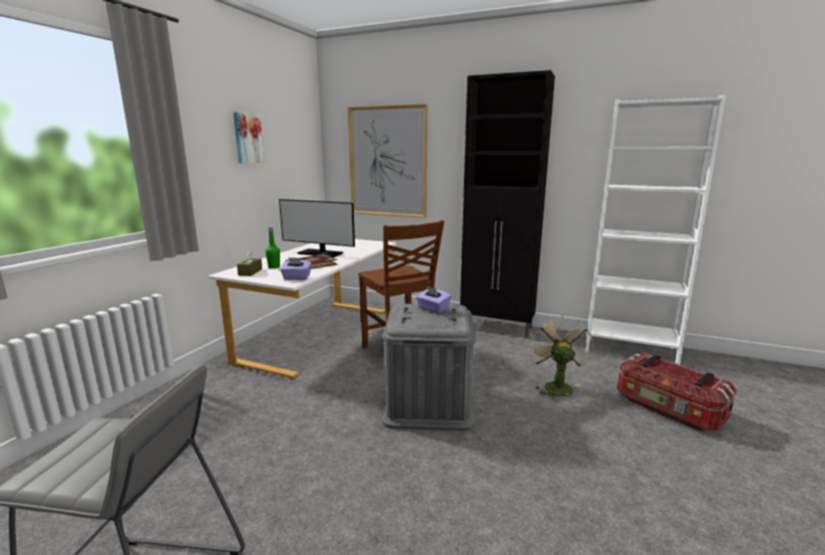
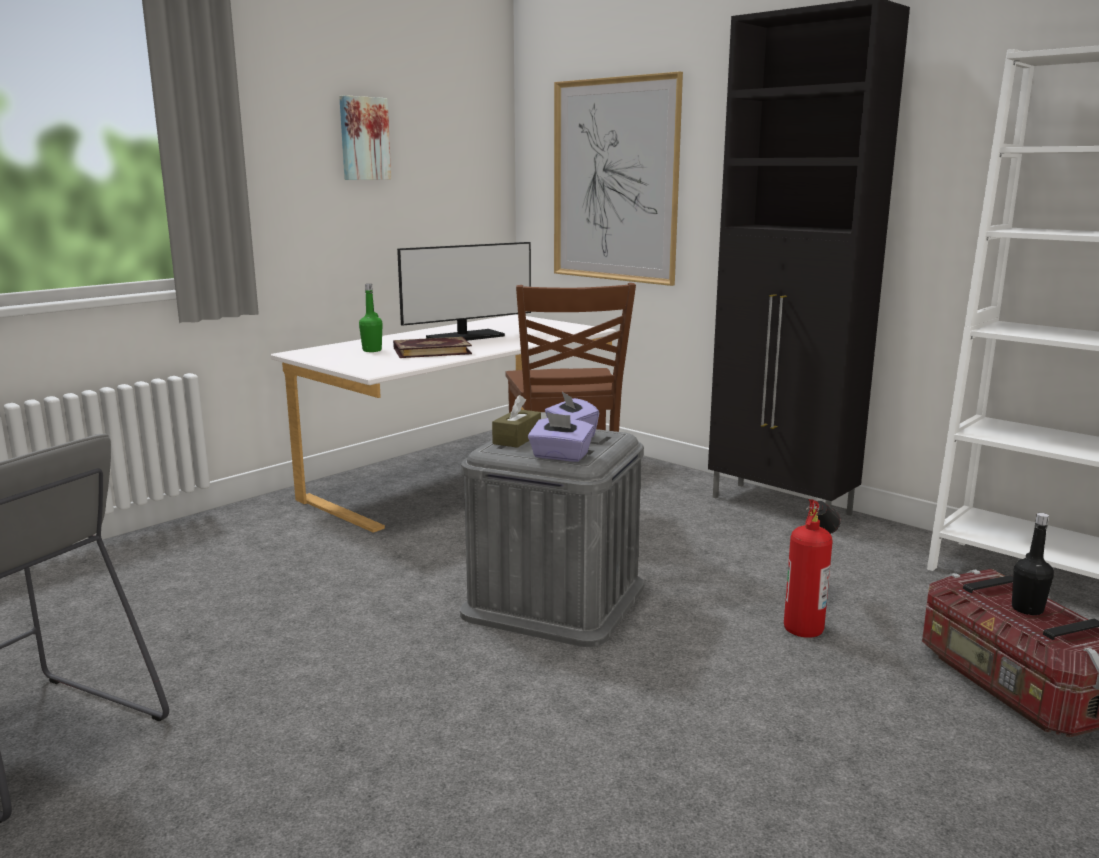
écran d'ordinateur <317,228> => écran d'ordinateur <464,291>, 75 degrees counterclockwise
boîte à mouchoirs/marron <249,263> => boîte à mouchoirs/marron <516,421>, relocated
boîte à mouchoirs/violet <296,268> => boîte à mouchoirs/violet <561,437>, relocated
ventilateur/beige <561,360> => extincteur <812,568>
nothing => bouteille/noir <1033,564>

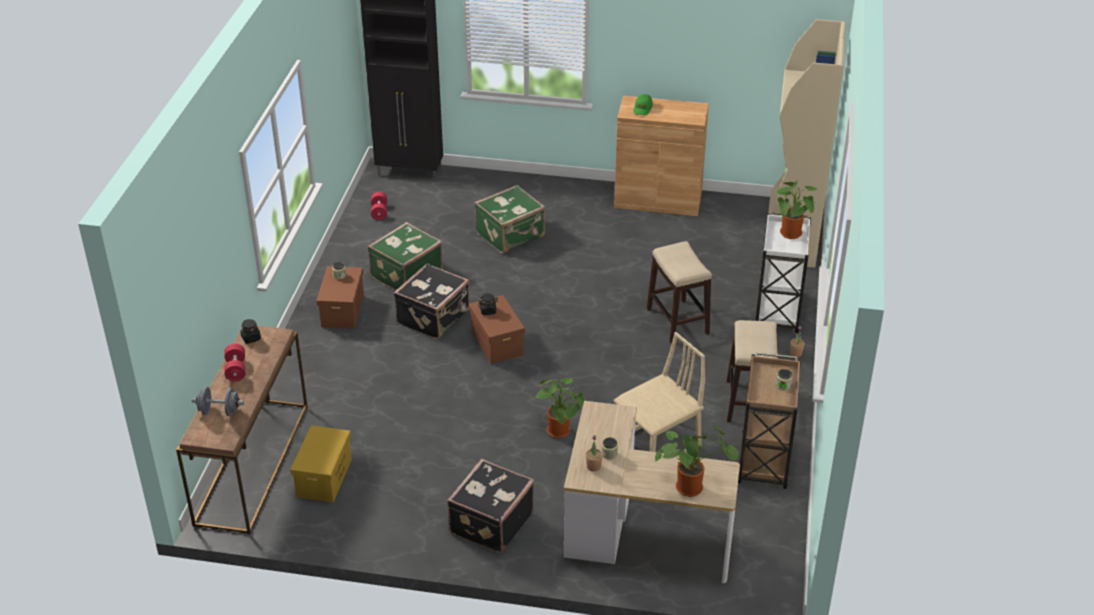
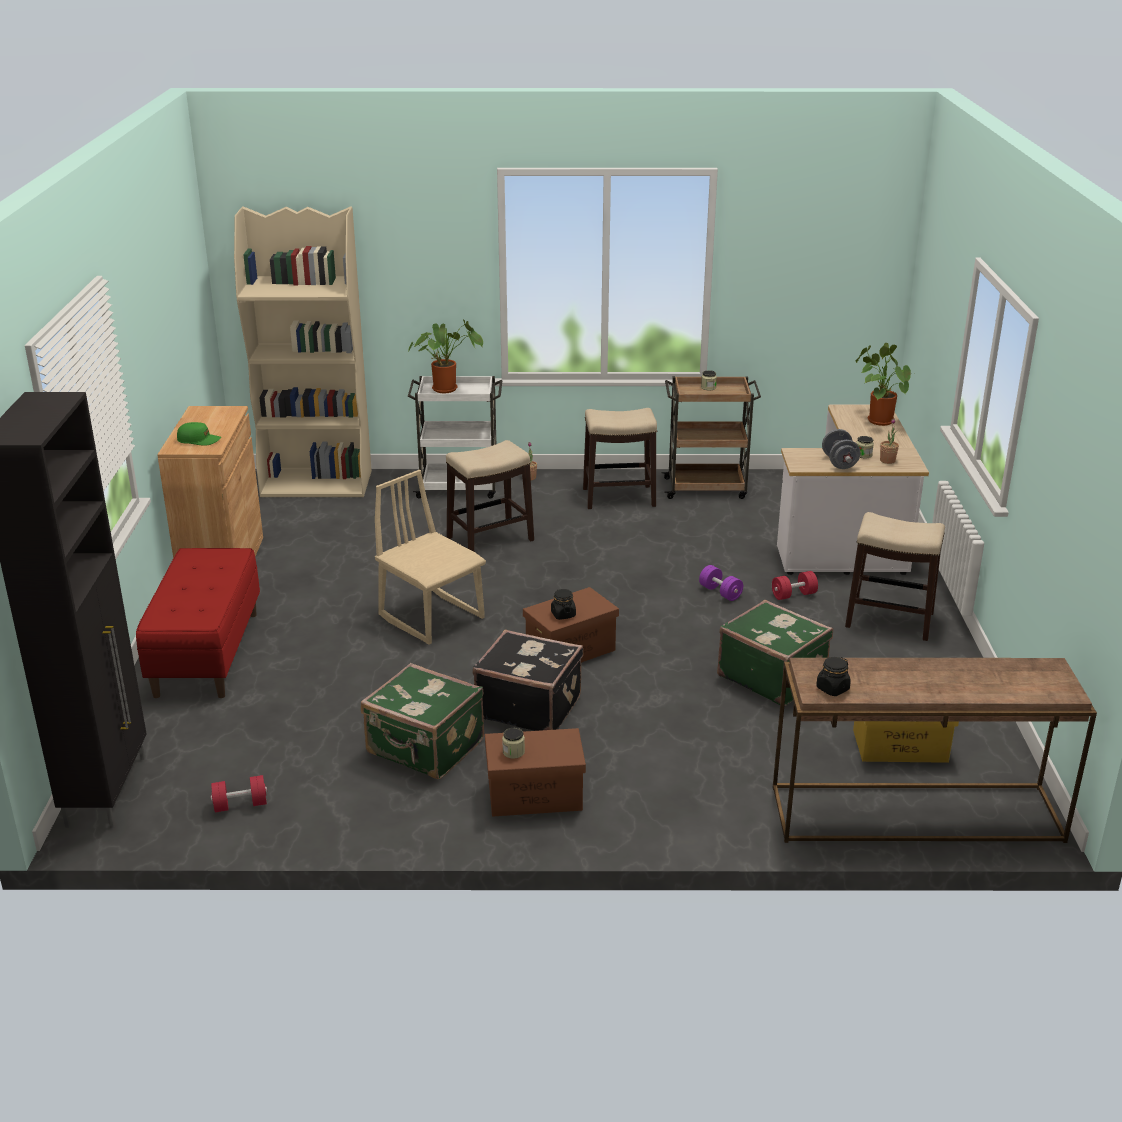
nothing => banc/rouge <198,623>
chaise/beige <659,393> => chaise/beige <430,557>, relocated
plante en pot <560,408> => haltère/violet <721,583>
valise/vert <509,219> => valise/vert <775,653>, relocated
haltère/rouge <234,362> => haltère/rouge <795,585>, relocated
haltère/gris <218,401> => haltère/gris <841,449>, relocated
valise/noir <490,506> => tabouret <895,576>

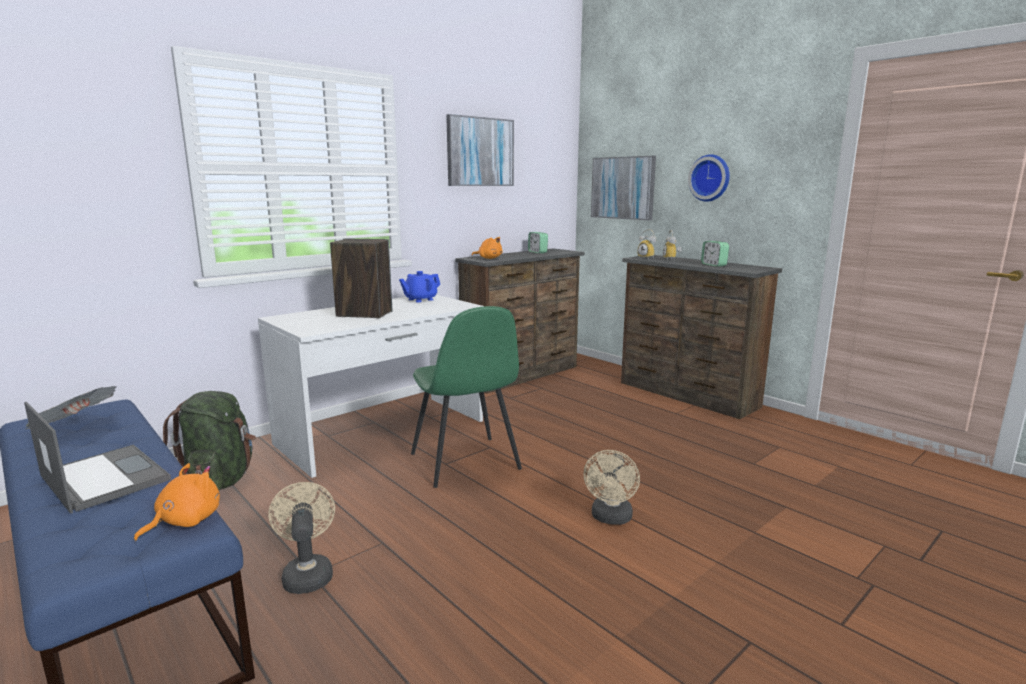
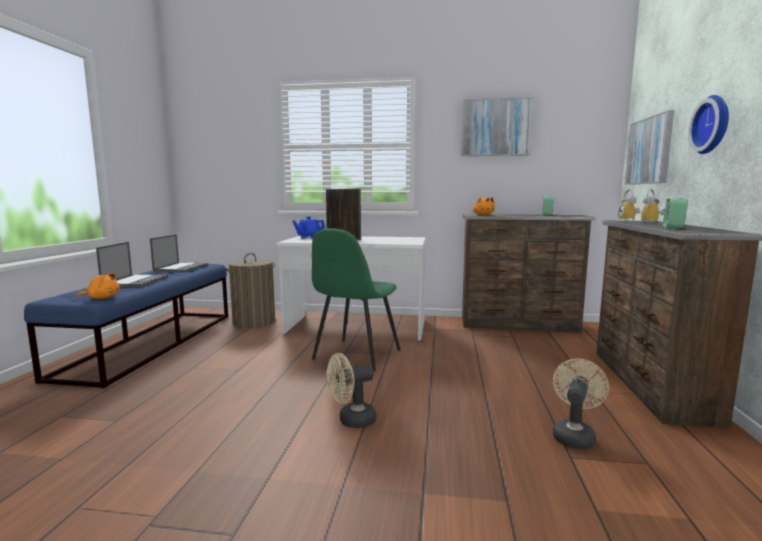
journal <71,407> => ordinateur portable <179,253>
sac à dos/vert <209,441> => panier à linge <250,290>
théière/bleu <419,286> => théière/bleu <309,227>, relocated
ventilateur/beige <301,538> => ventilateur/beige <581,404>, relocated

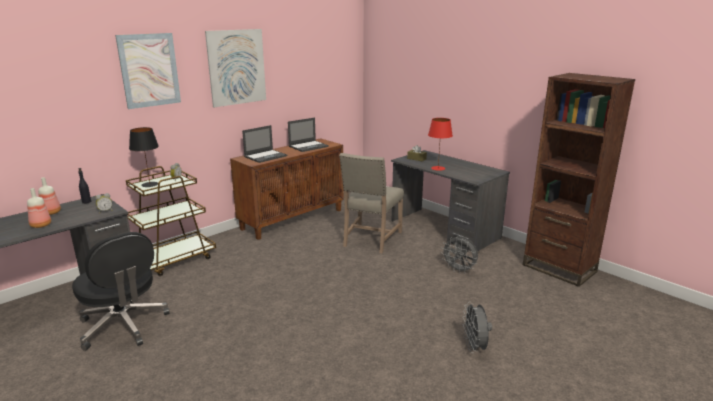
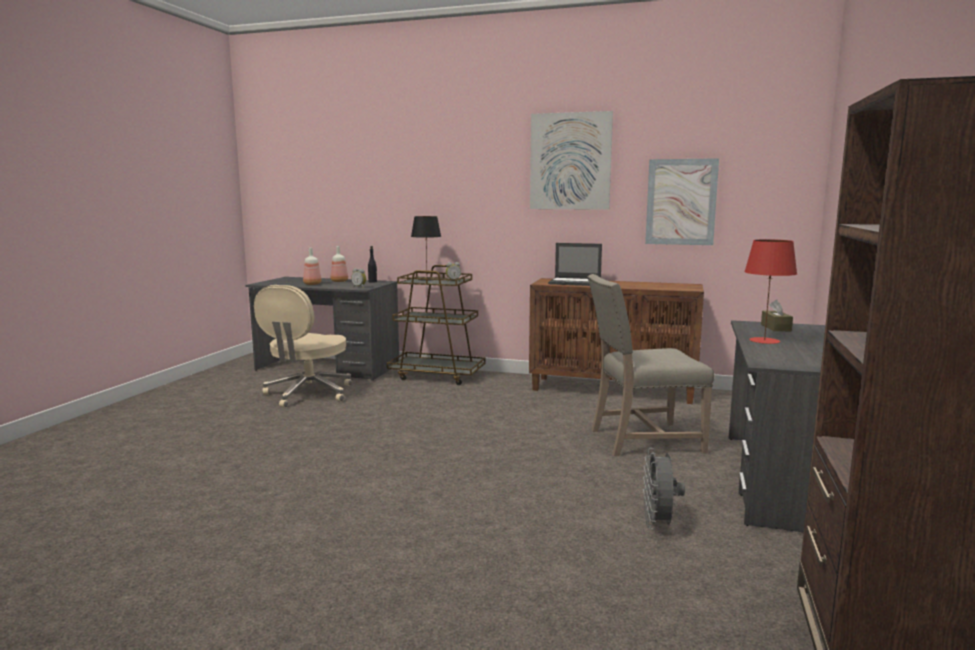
chaise de bureau/noir <121,291> => chaise de bureau/beige <303,346>
tableau <148,71> => tableau <682,201>, relocated
ordinateur portable <308,135> => nothing
ventilateur/gris <477,327> => nothing

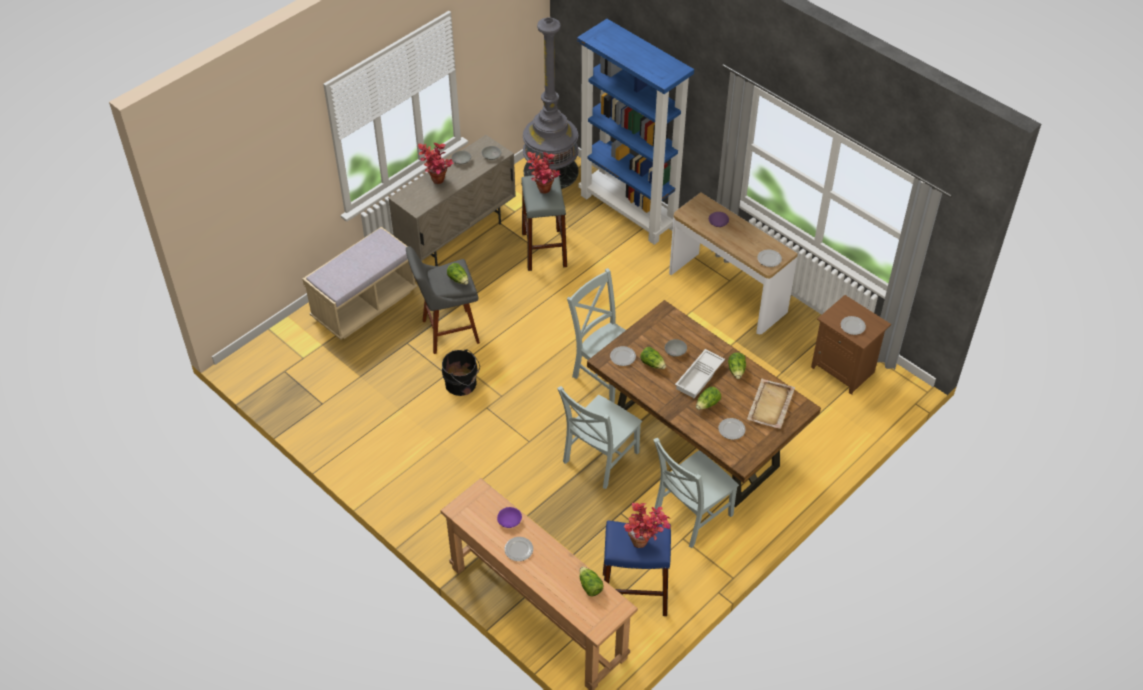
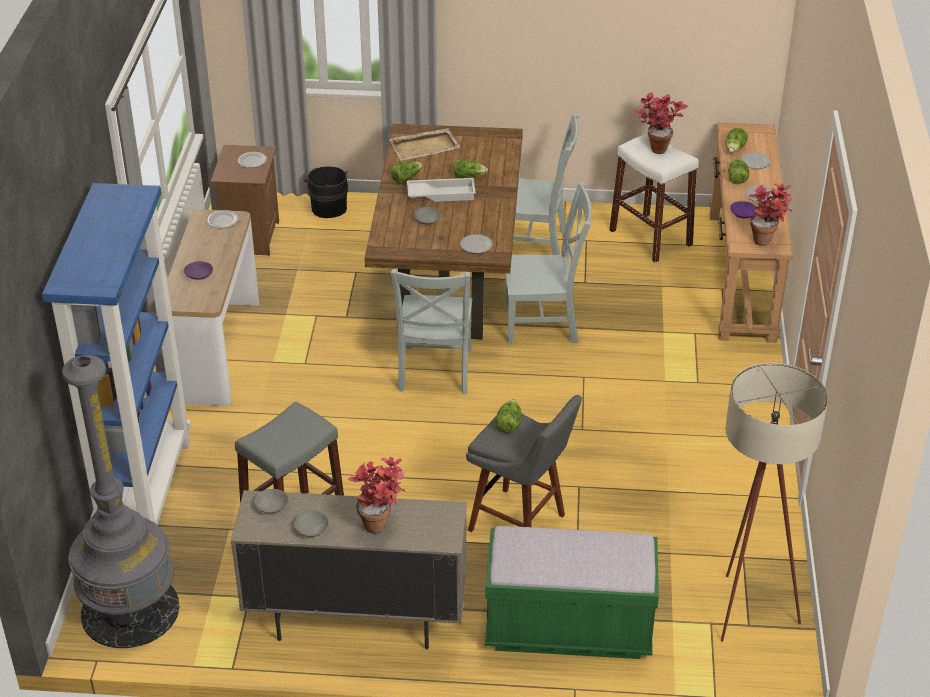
seau/noir <461,372> => seau/noir <326,192>, relocated
banc/beige <360,283> => banc/vert <572,592>
tabouret/bleu <637,568> => tabouret/blanc <654,198>
nothing => lampadaire/beige <774,502>
laitue <653,358> => laitue <738,171>, relocated
assiette <732,429> => assiette <756,160>, relocated
plante en pot <544,173> => plante en pot <770,214>, relocated

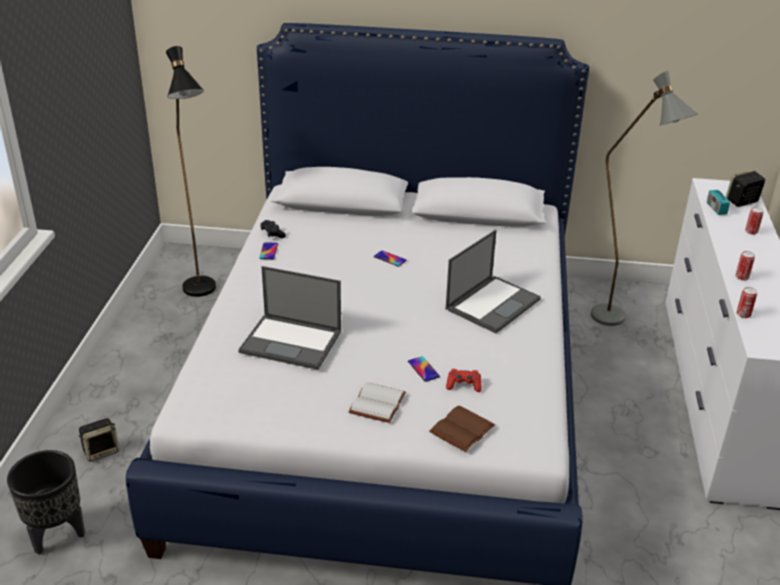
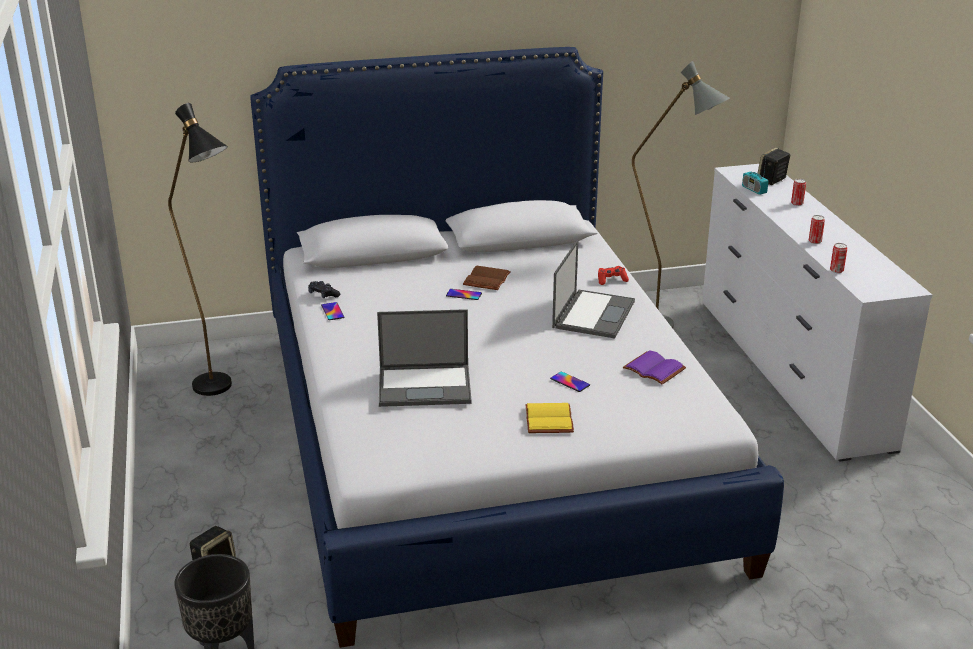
livre/marron <462,429> => livre/marron <487,278>, relocated
livre/blanc <377,402> => livre/jaune <549,418>
manette/rouge <464,380> => manette/rouge <613,275>, relocated
nothing => livre/violet <654,367>

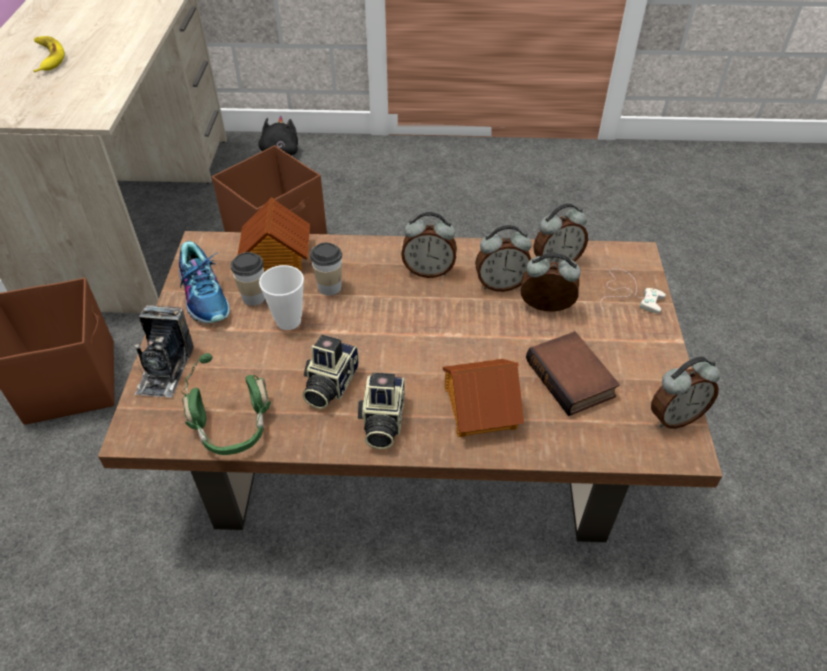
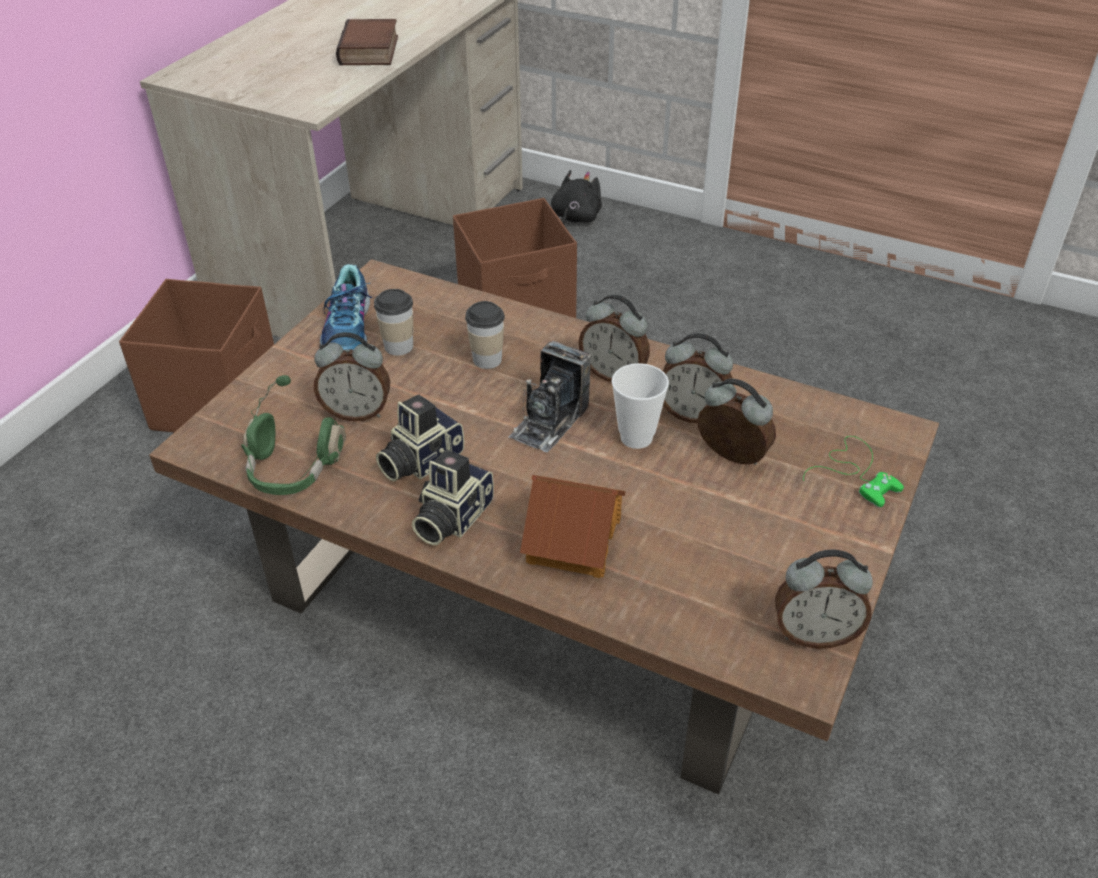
réveil <560,233> => réveil <352,377>, relocated
livre <573,373> => livre <367,42>, relocated
appareil photo <164,351> => appareil photo <549,396>, relocated
tasse <281,297> => tasse <640,406>, relocated
manette/blanc <633,290> => manette/vert <853,471>
banane <48,54> => nothing
maison miniature <274,234> => nothing

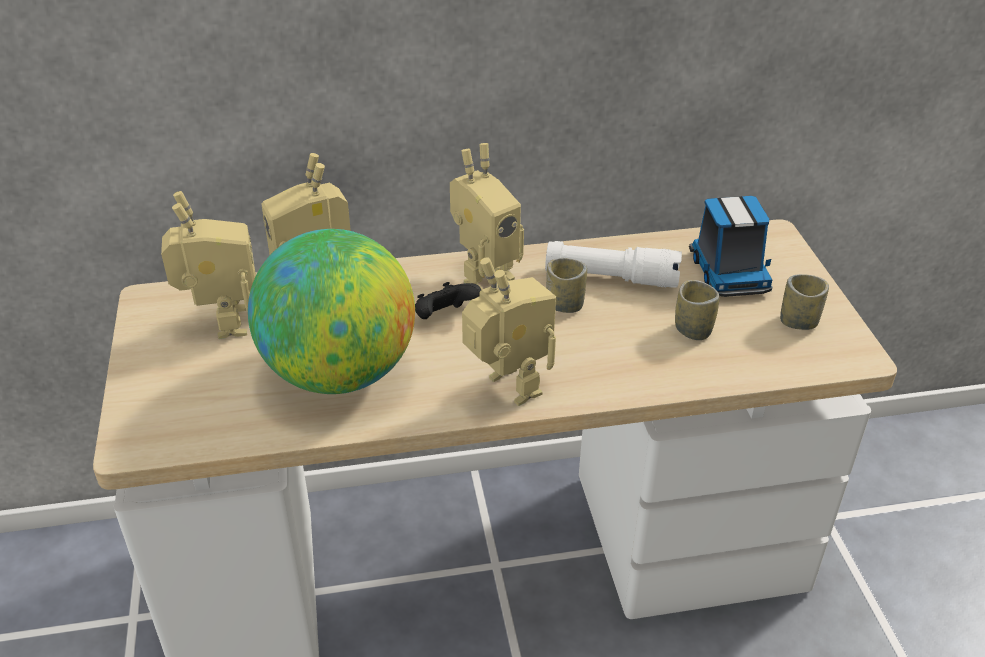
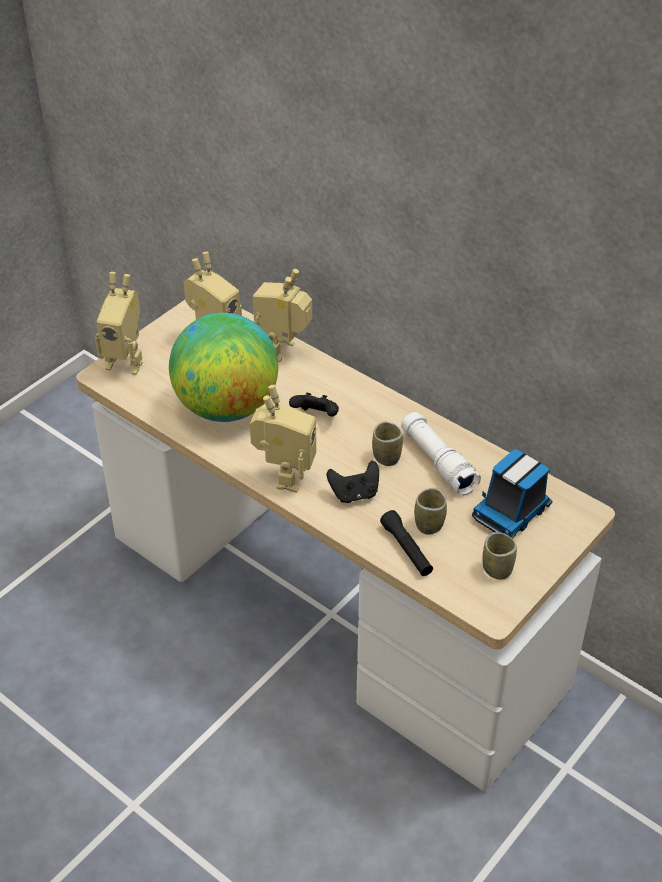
robot jouet <487,216> => robot jouet <119,323>, relocated
nothing => manette/noir <353,482>
nothing => lampe de poche/noir <406,543>

